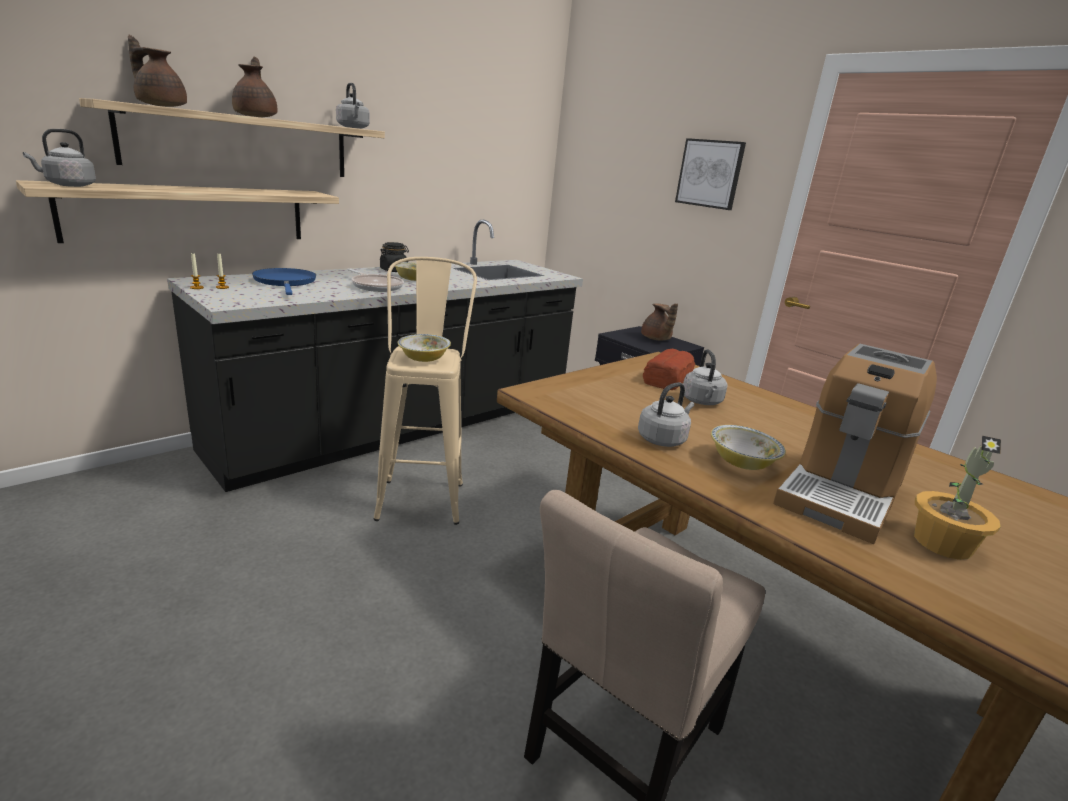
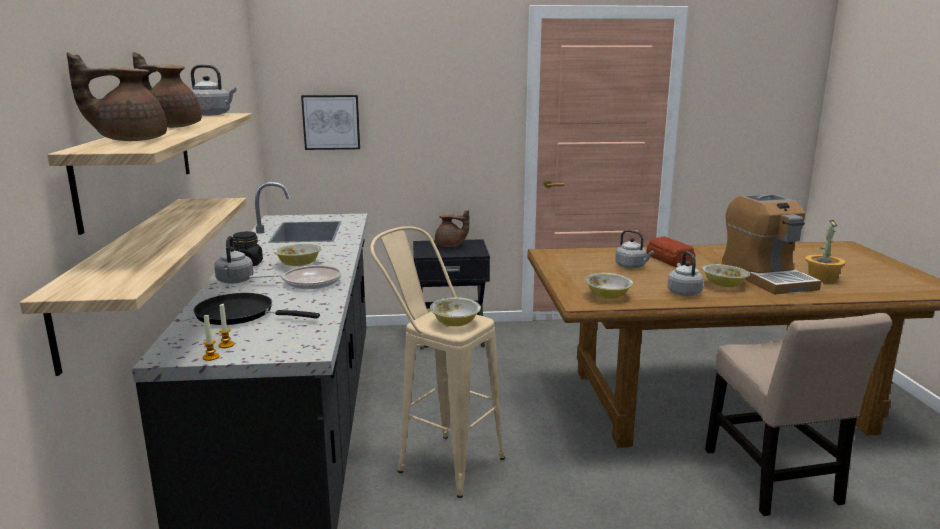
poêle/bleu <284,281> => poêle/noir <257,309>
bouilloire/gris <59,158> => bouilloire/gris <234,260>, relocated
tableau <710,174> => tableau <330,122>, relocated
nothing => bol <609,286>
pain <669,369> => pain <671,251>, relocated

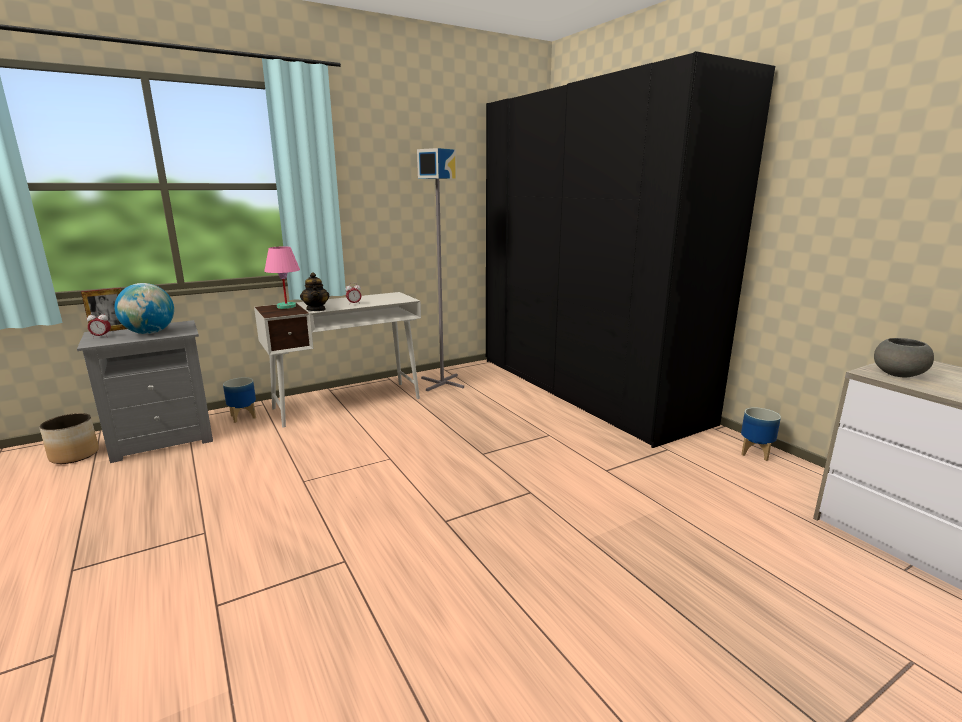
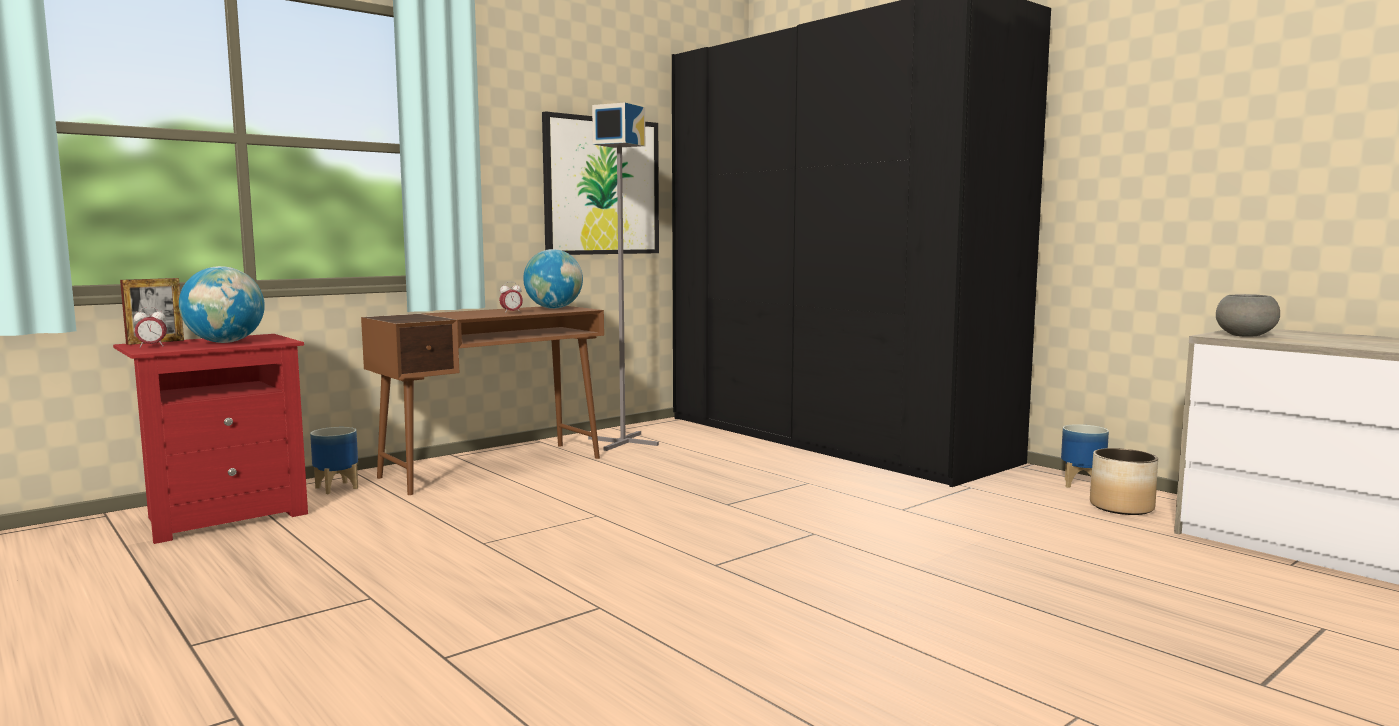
table de chevet/gris <145,391> => table de chevet/rouge <210,439>
bureau/blanc <337,360> => bureau/marron <482,400>
nothing => globe <553,279>
nothing => tableau <600,183>
cache-pot <69,438> => cache-pot <1124,481>, relocated
lampe de table/rose <282,277> => nothing
théière <314,291> => nothing

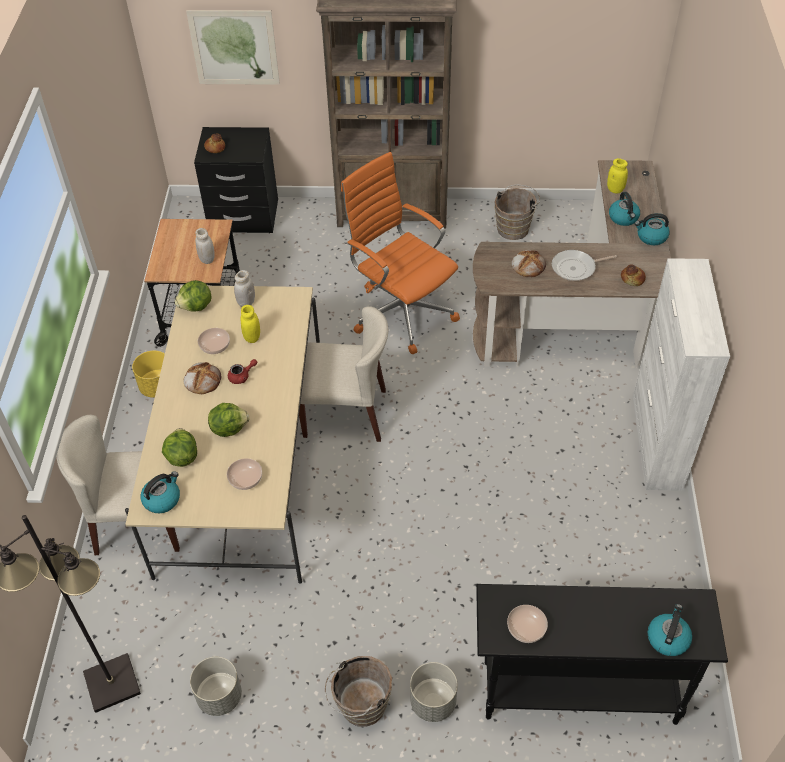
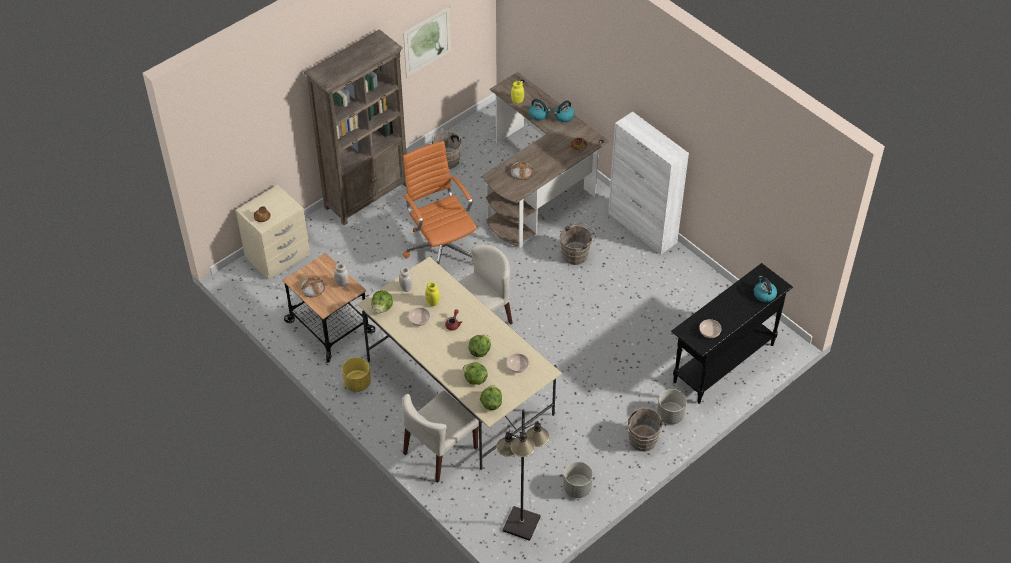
table de chevet/noir <236,180> => table de chevet/beige <273,232>
pain <202,378> => pain <313,287>, relocated
chaise de bureau/orange <400,253> => chaise de bureau/orange <439,202>, 60 degrees clockwise
tableau <233,47> => tableau <427,42>, relocated
bouilloire <160,492> => laitue <491,397>
nothing => seau/marron <577,244>
poêle <584,265> => nothing

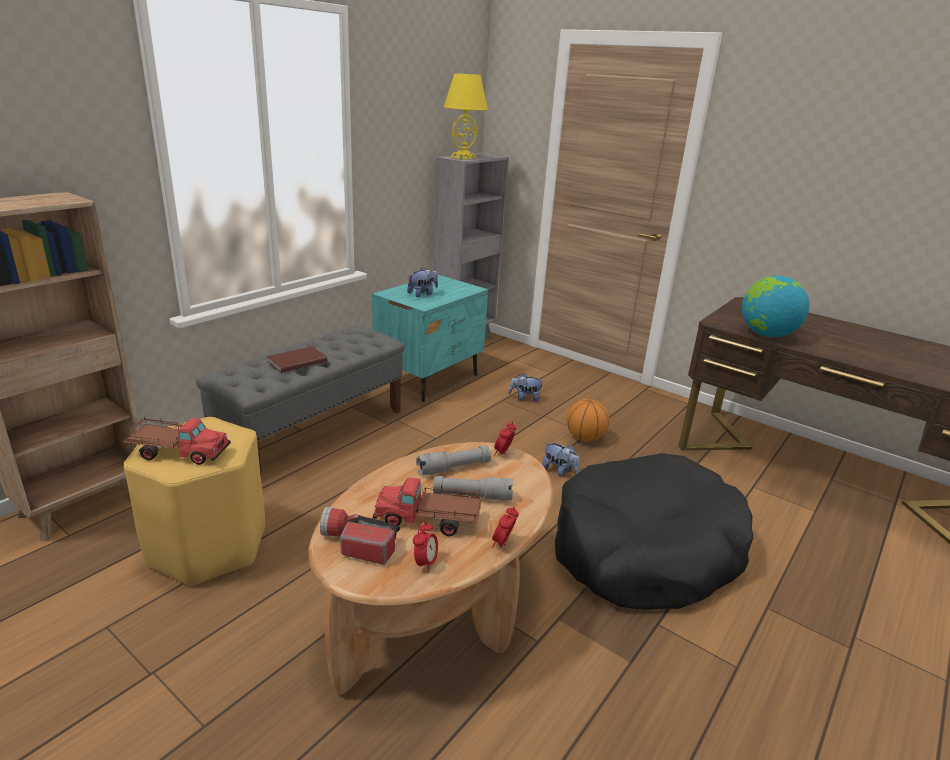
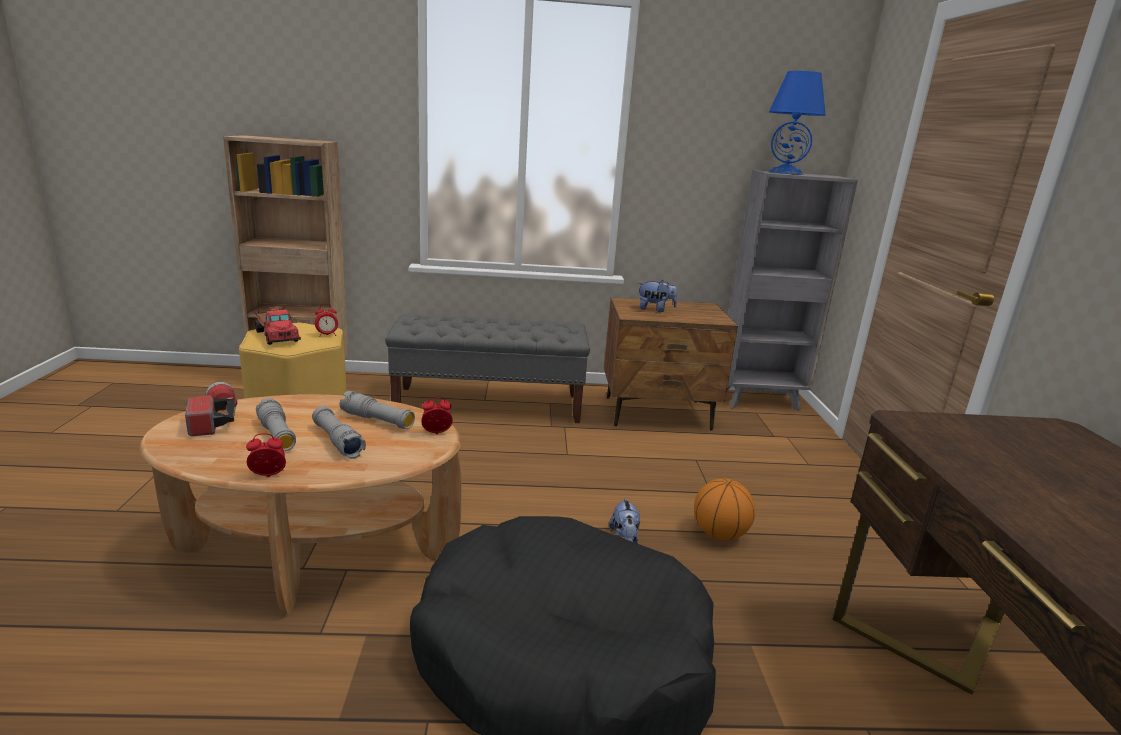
camion jouet <427,507> => lampe de poche/gris <276,424>
réveil <425,546> => réveil <326,320>, relocated
table de chevet/turquoise <430,338> => table de chevet/marron <671,364>
lampe de table/jaune <466,116> => lampe de table/bleu <797,123>
livre/marron <297,359> => nothing
peluche <525,387> => nothing
globe <775,306> => nothing

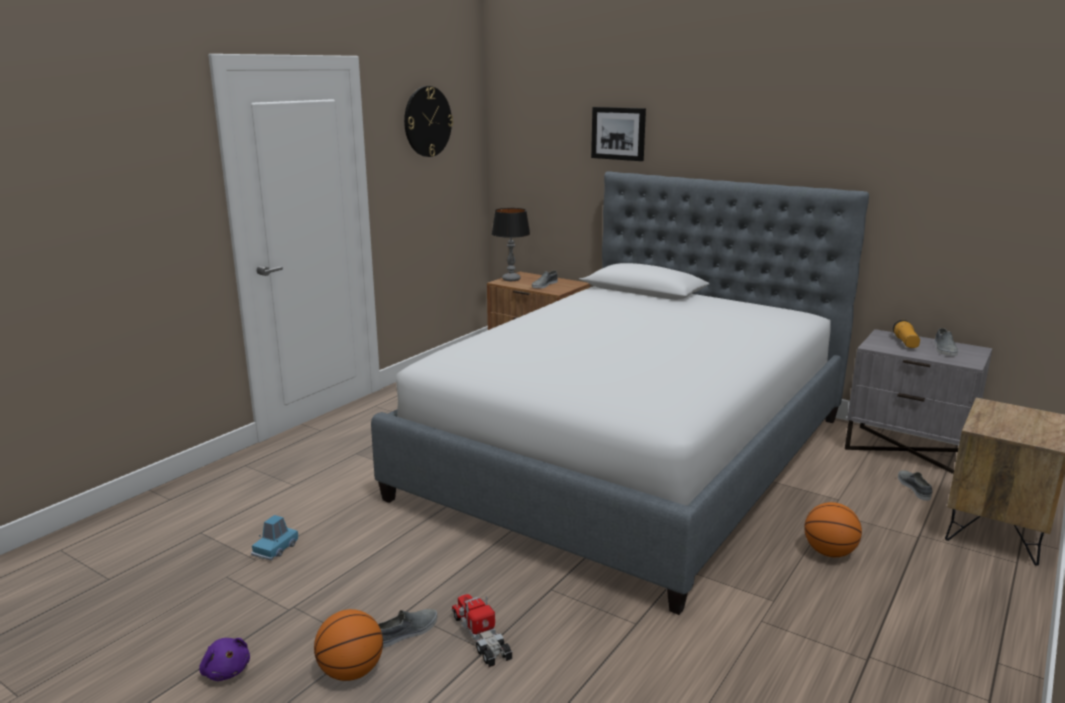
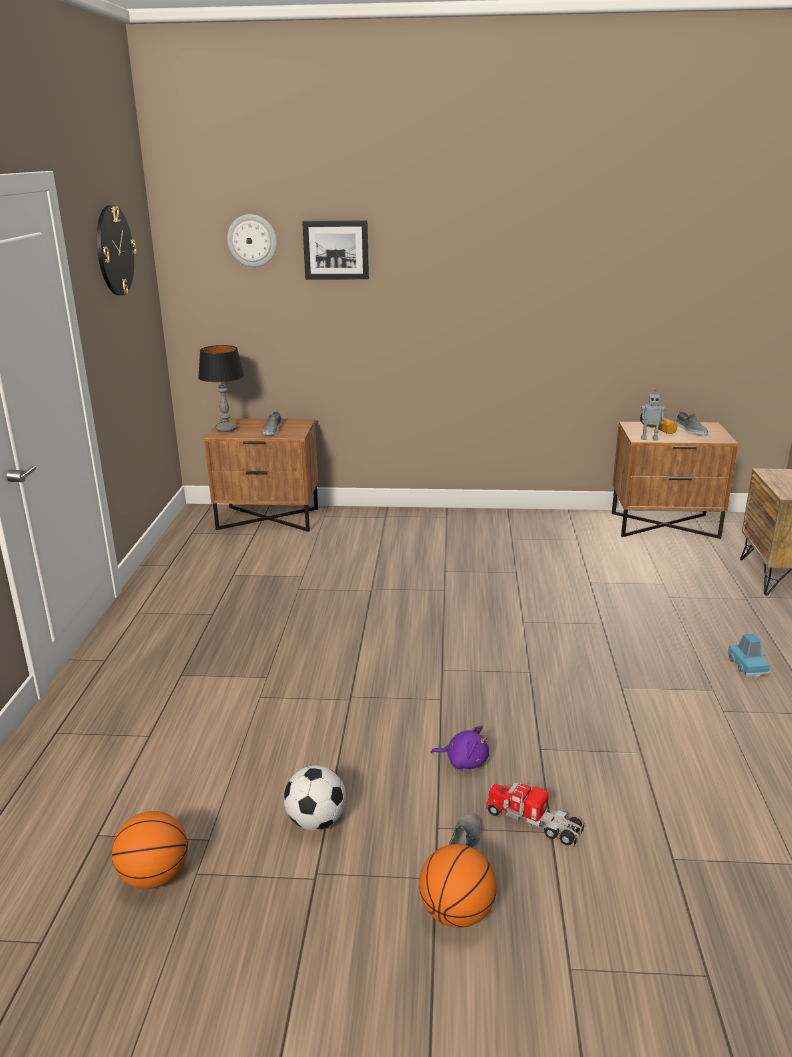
ballon de basket <833,529> => ballon de basket <150,850>, relocated
nothing => horloge murale <252,240>
nothing => ballon de foot <315,797>
peluche/violet <224,659> => peluche/violet <459,747>, relocated
table de chevet/gris <918,401> => table de chevet/marron <675,480>
nothing => robot jouet <653,415>
petite voiture/bleu <274,537> => petite voiture/bleu <749,655>, relocated
lit <620,393> => nothing
chaussure/gris <915,485> => nothing

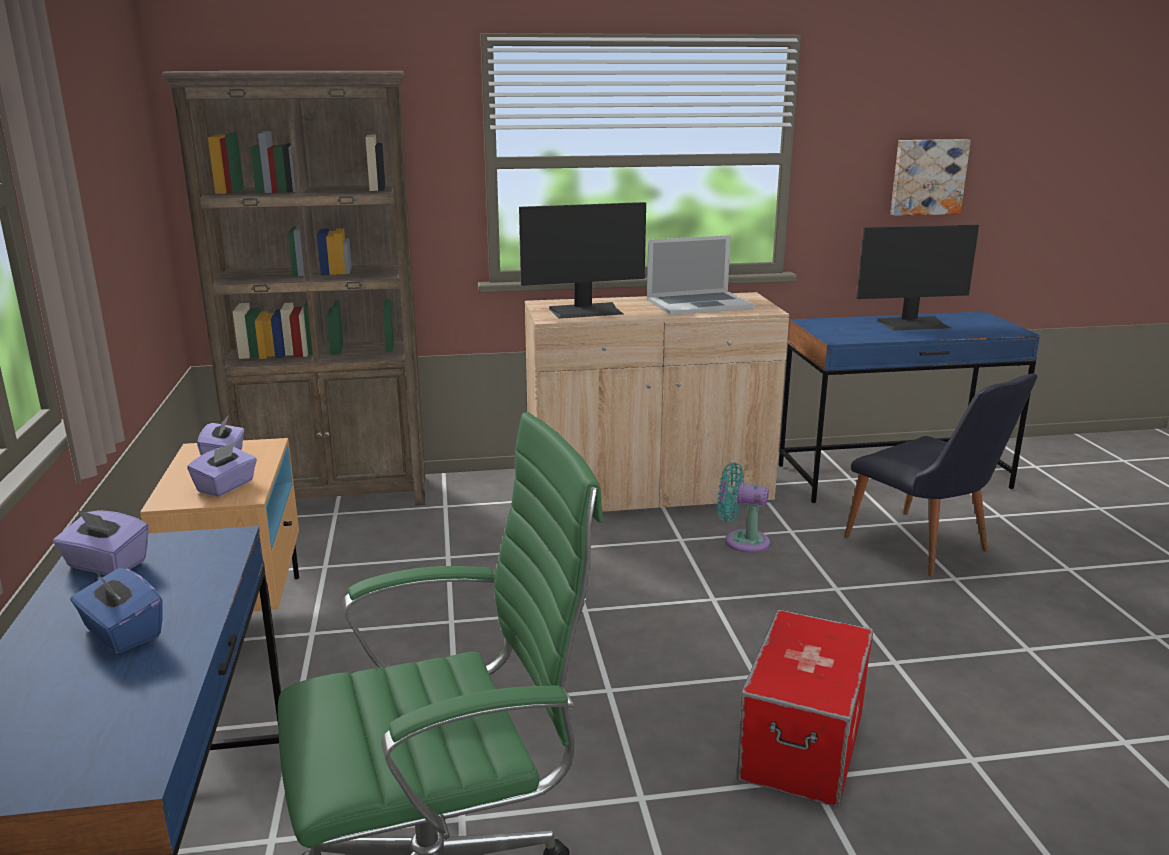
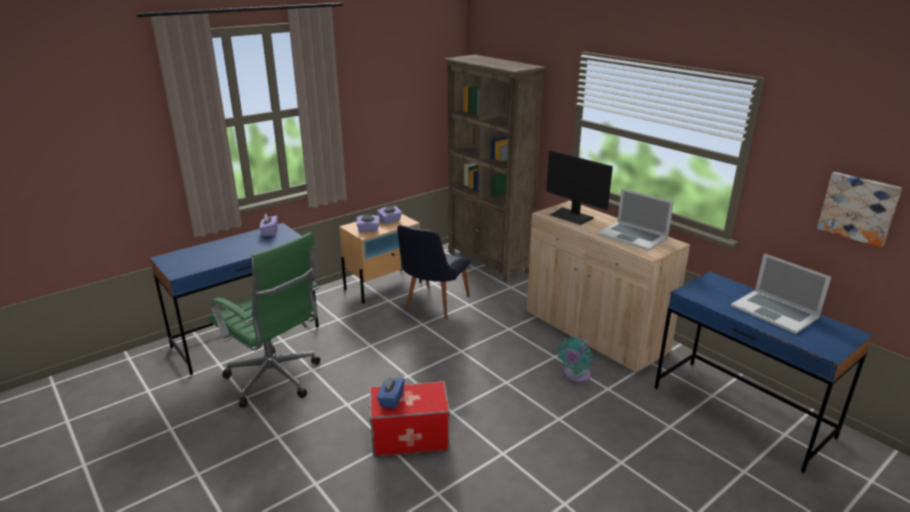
boîte à mouchoirs/bleu <116,611> => boîte à mouchoirs/bleu <391,391>, relocated
chaise/noir <941,475> => chaise/noir <433,272>, relocated
ventilateur/turquoise <744,507> => ventilateur/turquoise <575,359>, 135 degrees counterclockwise
écran d'ordinateur <917,278> => ordinateur portable <781,293>

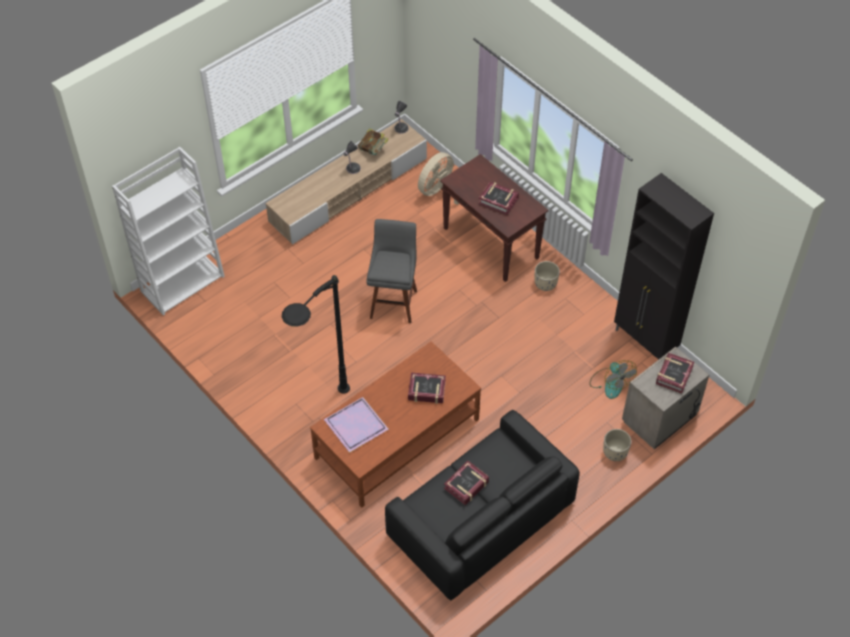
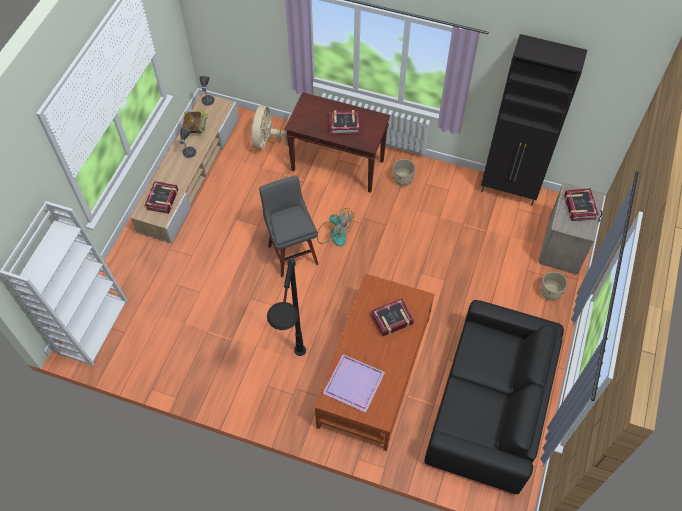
livre <466,483> => livre <161,197>, relocated
ventilateur <613,379> => ventilateur <335,227>, relocated

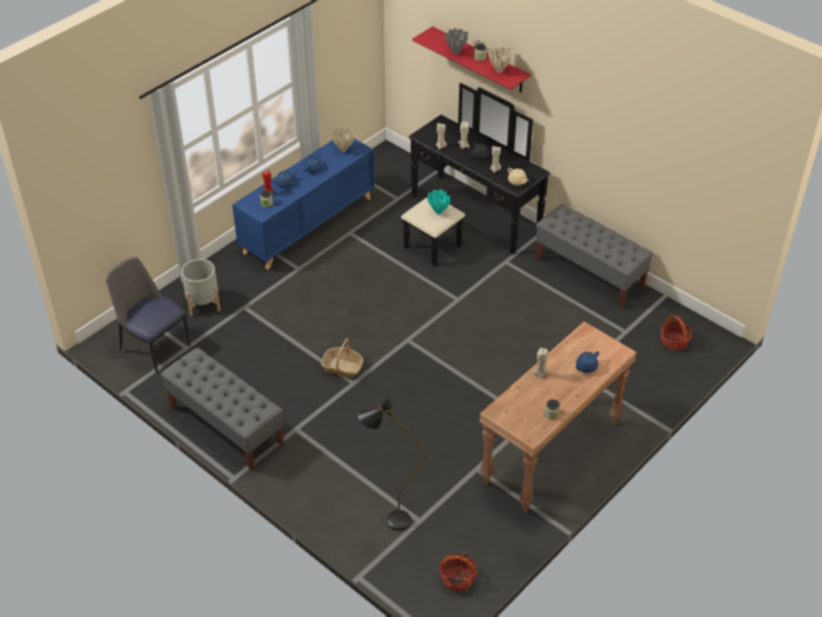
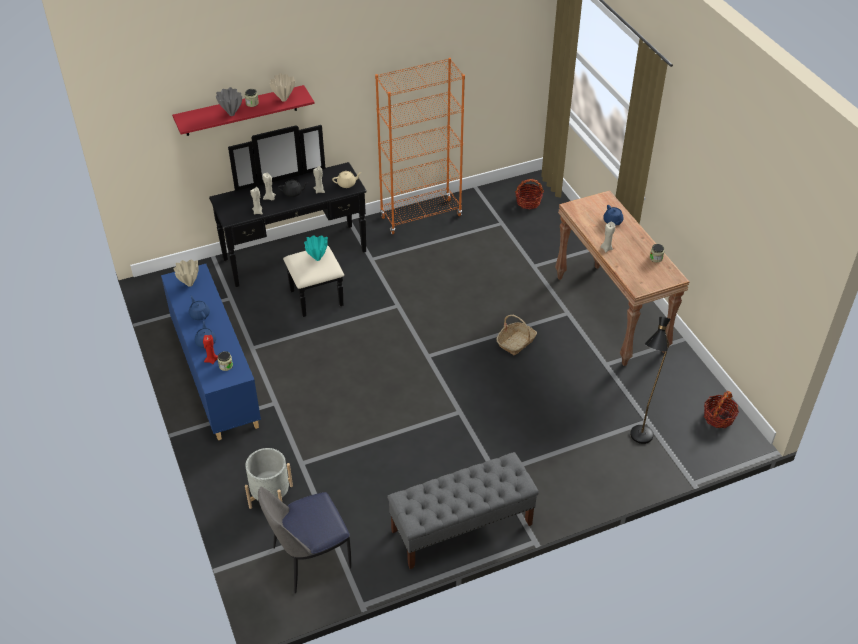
banc/gris <594,256> => bibliothèque/orange <420,146>
panier <342,358> => panier <516,335>, relocated

